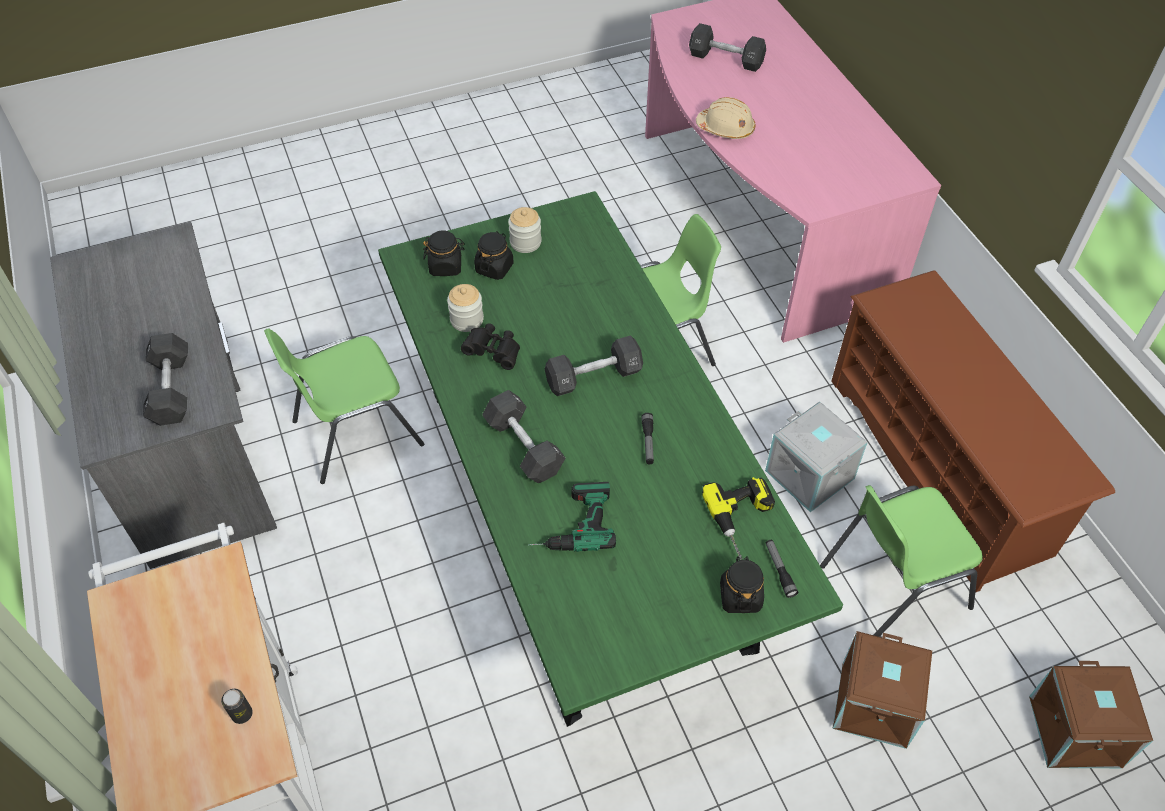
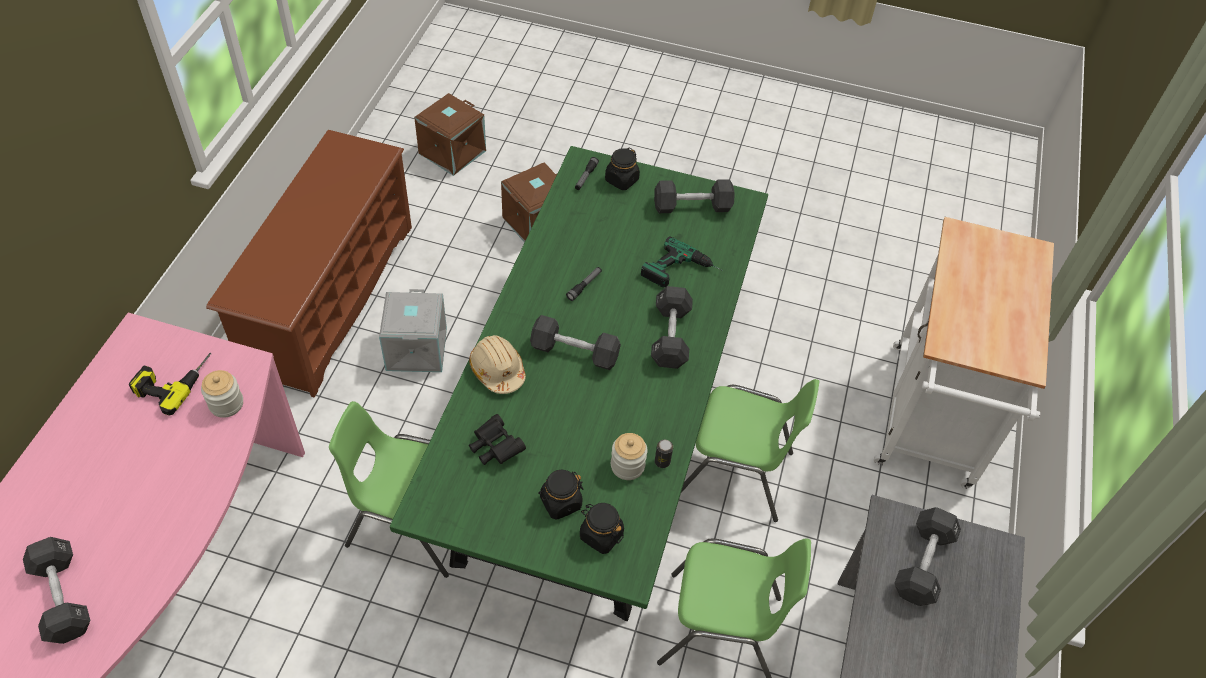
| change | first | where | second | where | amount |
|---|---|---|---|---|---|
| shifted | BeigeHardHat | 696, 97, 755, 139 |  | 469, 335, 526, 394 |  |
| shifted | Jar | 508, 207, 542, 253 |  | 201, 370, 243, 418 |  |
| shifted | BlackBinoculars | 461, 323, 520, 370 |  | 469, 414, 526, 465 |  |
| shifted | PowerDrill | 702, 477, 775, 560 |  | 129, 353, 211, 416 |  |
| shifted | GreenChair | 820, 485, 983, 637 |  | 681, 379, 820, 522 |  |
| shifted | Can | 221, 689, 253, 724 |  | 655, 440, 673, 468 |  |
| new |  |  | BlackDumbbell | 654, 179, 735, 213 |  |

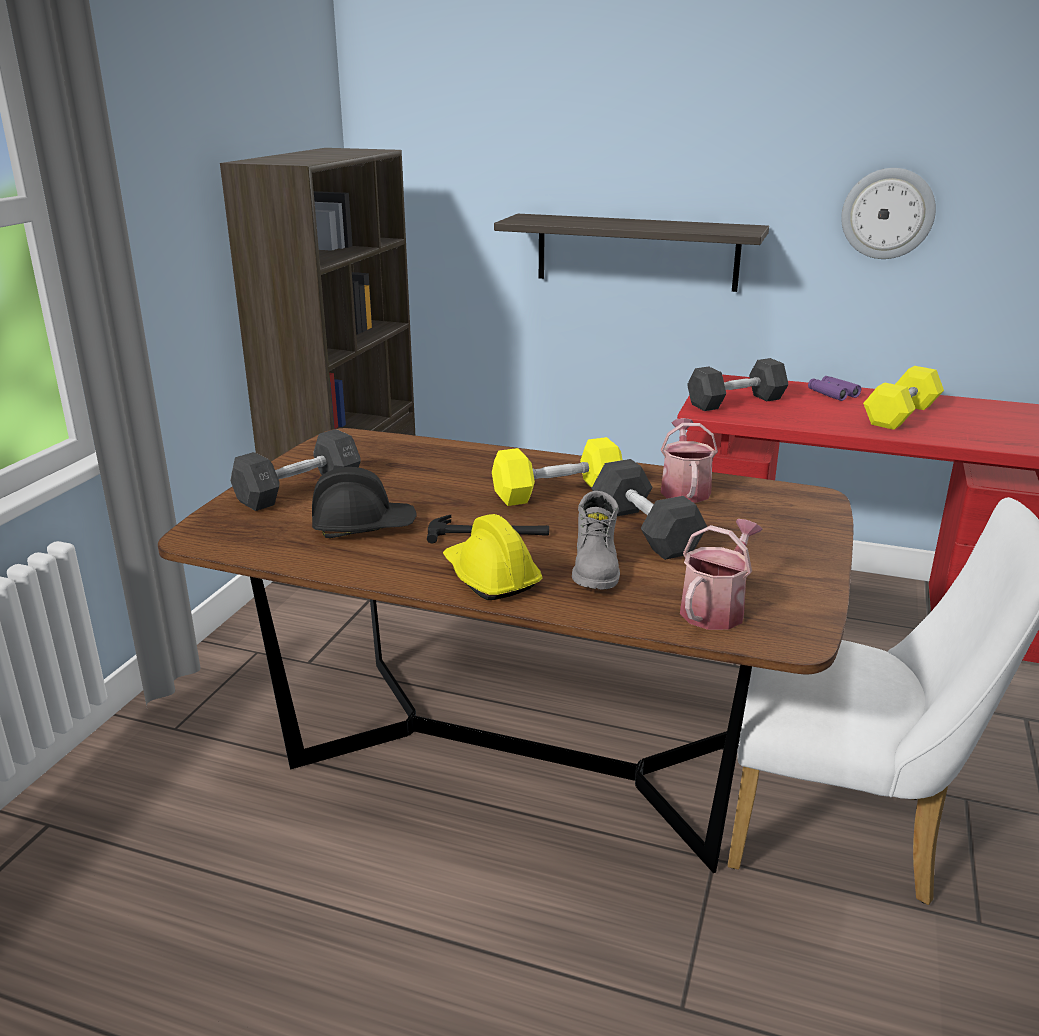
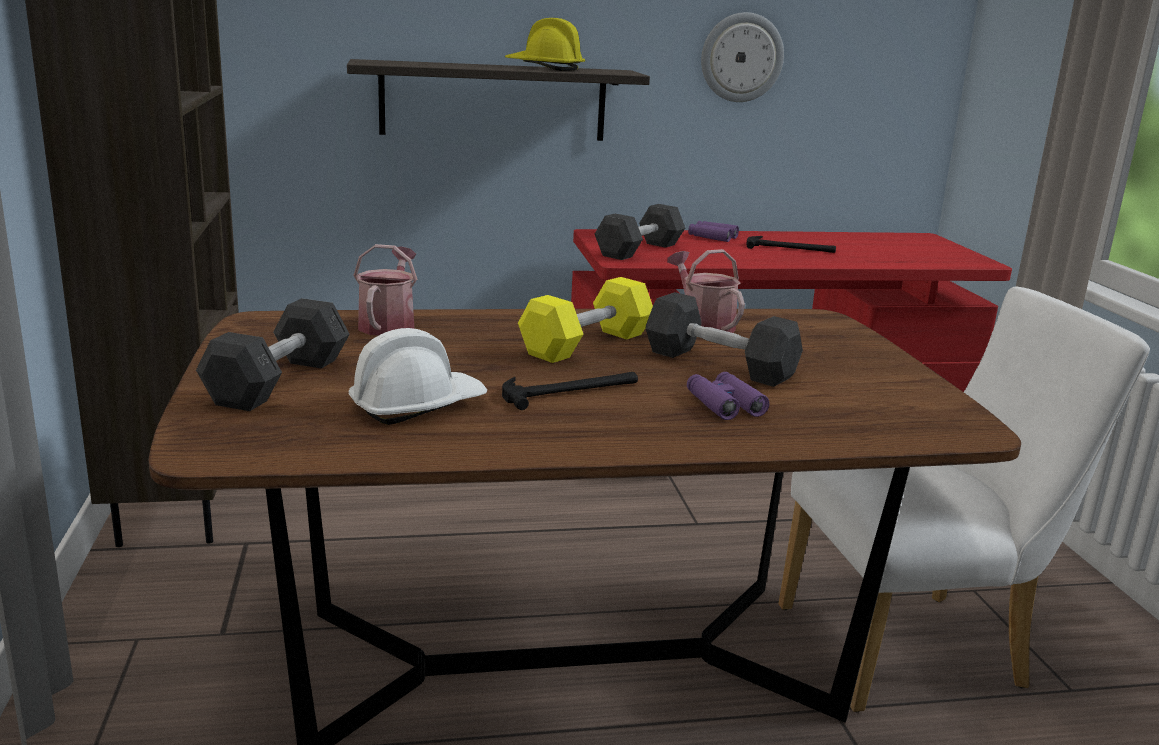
| change | first | where | second | where | amount |
|---|---|---|---|---|---|
| swapped | YellowDumbbell | 863, 366, 944, 430 | Hammer | 746, 236, 836, 253 |  |
| repainted | BlackHardHat | 312, 467, 417, 538 | WhiteHardHat | 348, 328, 487, 425 |  |
| swapped | GreyBoot | 572, 491, 620, 589 | PurpleBinoculars | 687, 372, 769, 420 |  |
| shifted | YellowHardHat | 443, 514, 542, 600 |  | 505, 18, 585, 71 |  |
| shifted | WateringCan | 680, 519, 763, 630 |  | 353, 244, 417, 336 |  |

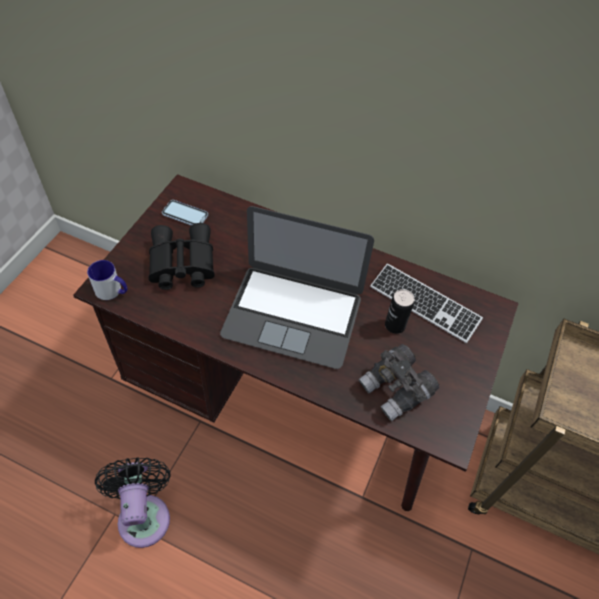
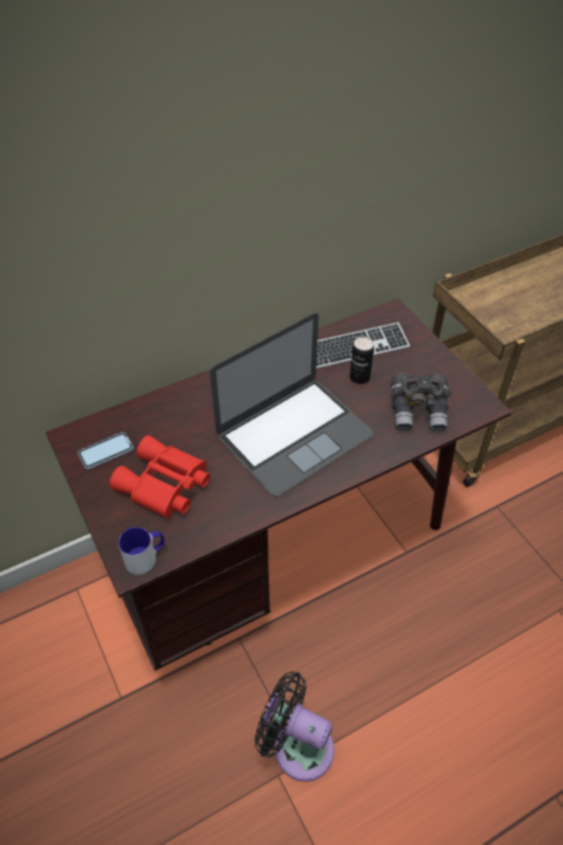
| change | first | where | second | where | amount |
|---|---|---|---|---|---|
| repainted | BlackBinoculars | 149, 223, 215, 290 | RedBinoculars | 109, 435, 210, 519 |  |

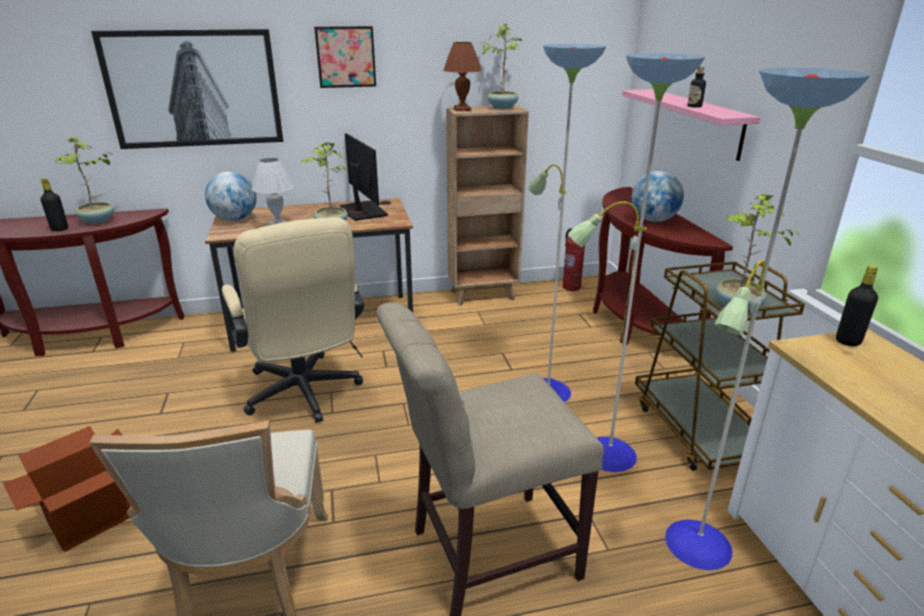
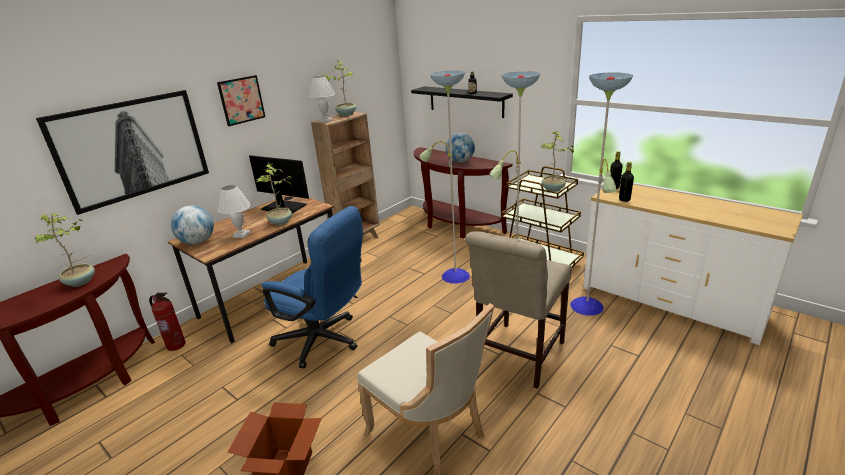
| change | first | where | second | where | amount |
|---|---|---|---|---|---|
| repainted | BrownTableLamp | 443, 42, 482, 111 | WhiteTableLamp | 308, 76, 335, 123 |  |
| repainted | PinkShelf | 622, 89, 760, 161 | BlackShelf | 411, 86, 513, 118 |  |
| shifted | BlackBottle | 40, 178, 68, 231 |  | 619, 162, 634, 202 |  |
| repainted | BeigeOfficeChair | 222, 217, 364, 423 | BlueOfficeChair | 262, 206, 363, 368 |  |
| shifted | FireExtinguisher | 563, 228, 585, 291 |  | 149, 292, 186, 351 |  |

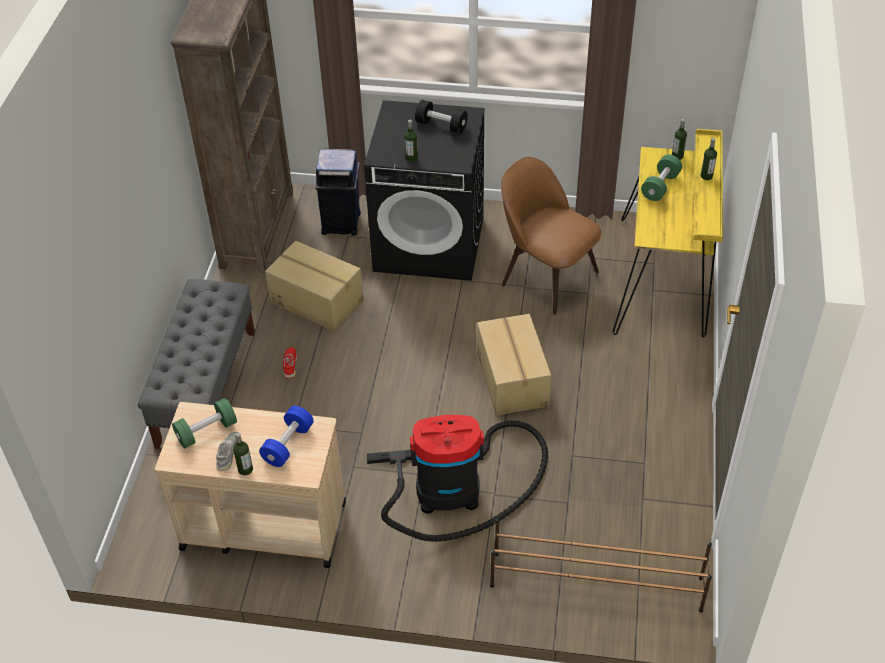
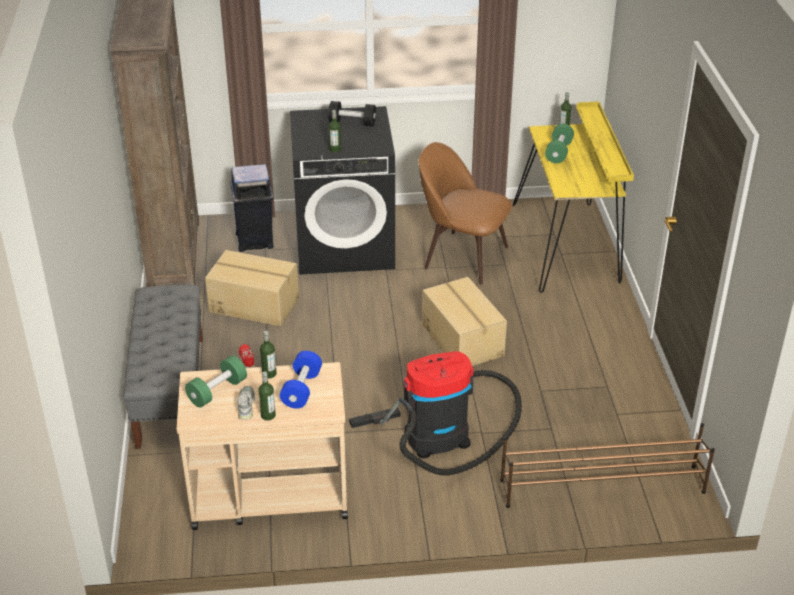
| change | first | where | second | where | amount |
|---|---|---|---|---|---|
| shifted | Bottle | 700, 138, 717, 180 |  | 260, 330, 277, 379 |  |

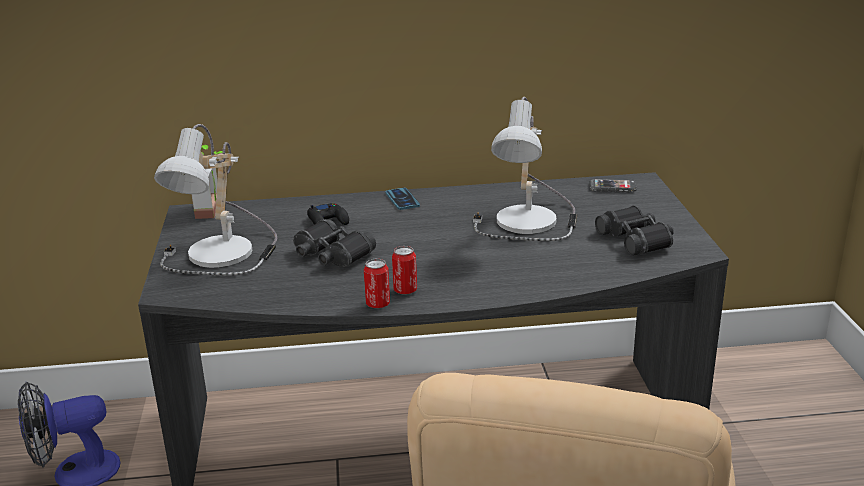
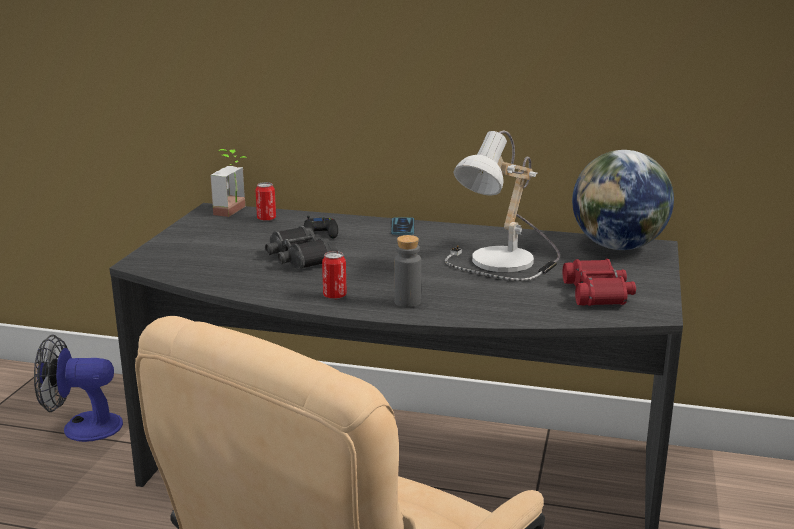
| change | first | where | second | where | amount |
|---|---|---|---|---|---|
| gone | TableLamp | 154, 124, 277, 275 |  |  |  |
| swapped | Phone | 589, 179, 637, 192 | Globe | 572, 150, 674, 250 |  |
| repainted | BlackBinoculars | 595, 205, 674, 256 | RedBinoculars | 563, 259, 636, 306 |  |
| shifted | Can | 364, 259, 390, 309 |  | 255, 182, 276, 221 |  |
| new |  |  | GreyBottle | 394, 235, 421, 308 |  |

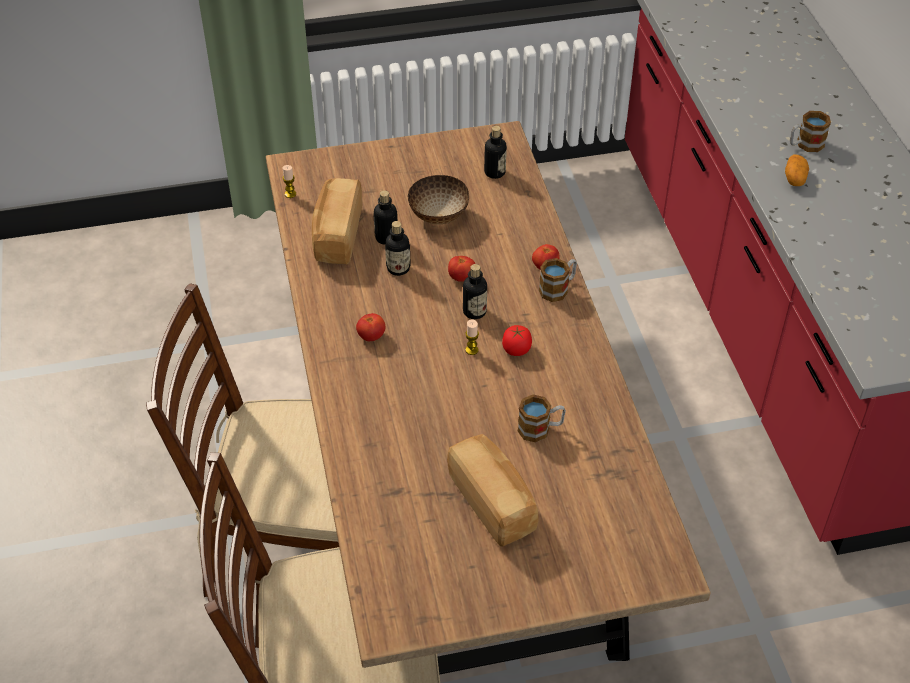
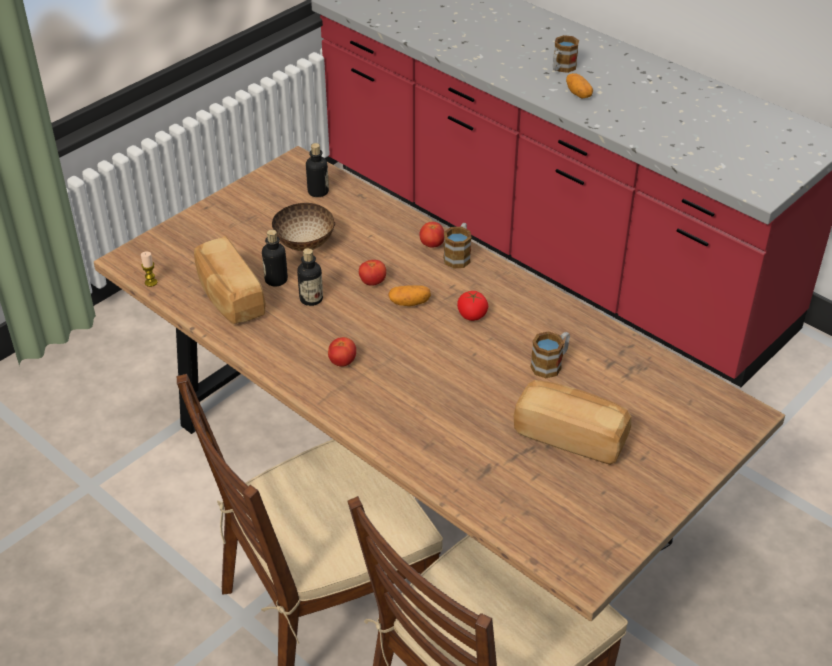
| change | first | where | second | where | amount |
|---|---|---|---|---|---|
| swapped | Bottle | 463, 264, 487, 319 | Potato | 388, 285, 431, 306 |  |
| gone | Candle | 465, 319, 479, 355 |  |  |  |

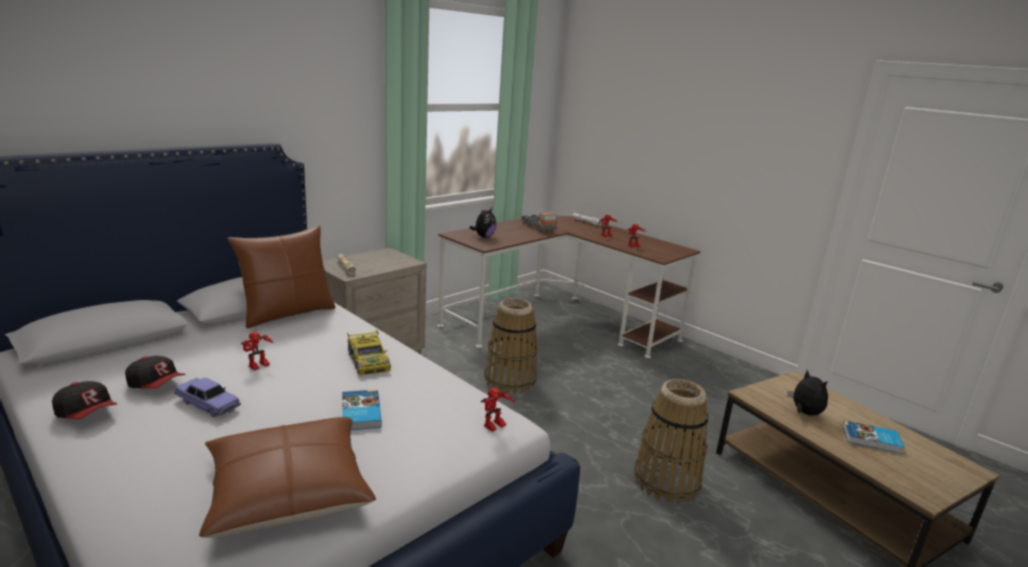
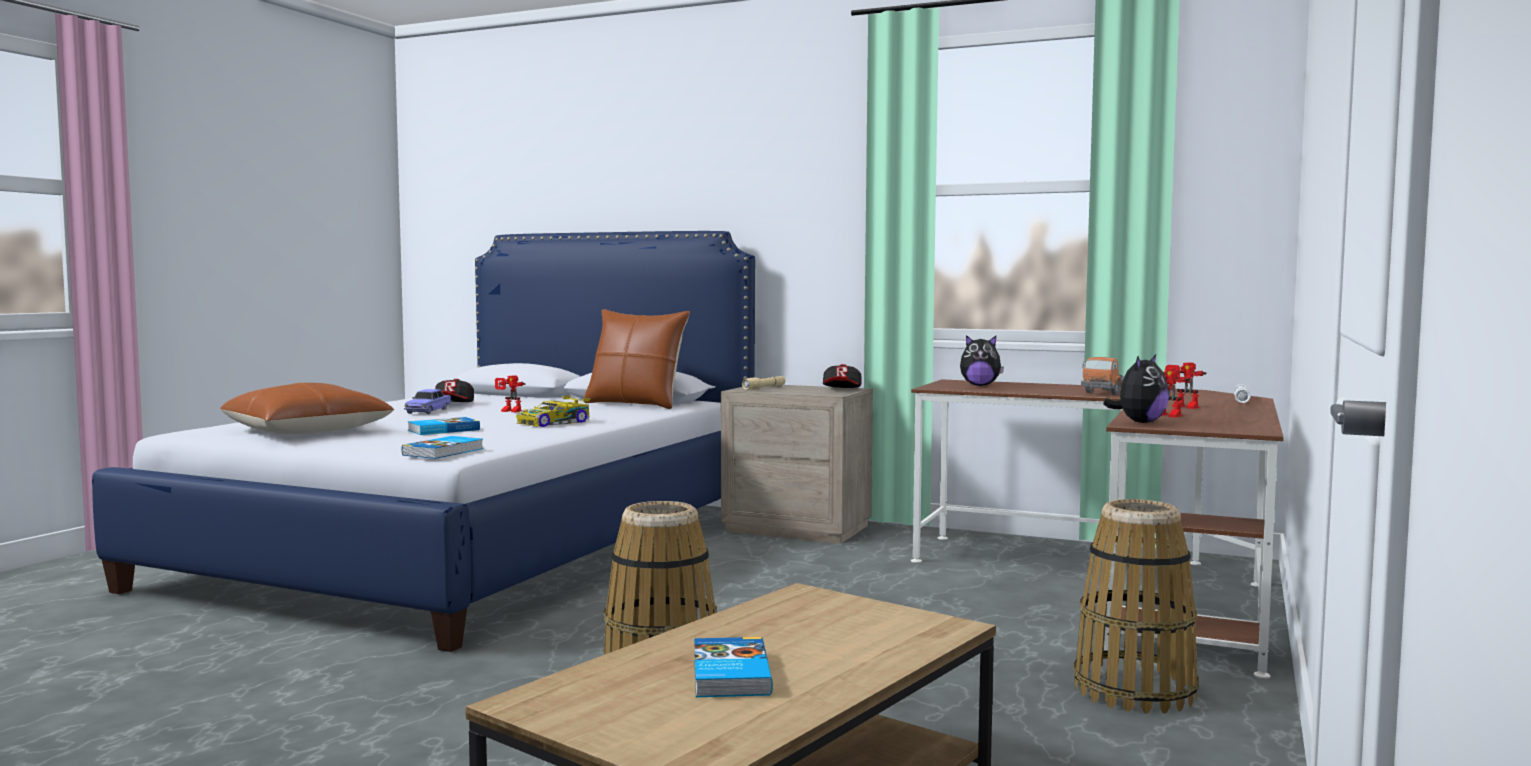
| change | first | where | second | where | amount |
|---|---|---|---|---|---|
| shifted | Basket | 485, 298, 538, 394 |  | 1073, 499, 1199, 714 |  |
| shifted | PlushToy | 787, 370, 828, 415 |  | 1103, 354, 1169, 423 |  |
| shifted | Cap | 52, 381, 117, 419 |  | 823, 364, 862, 388 |  |
| swapped | ToyRobot | 481, 388, 515, 432 | Book | 401, 436, 483, 459 |  |

